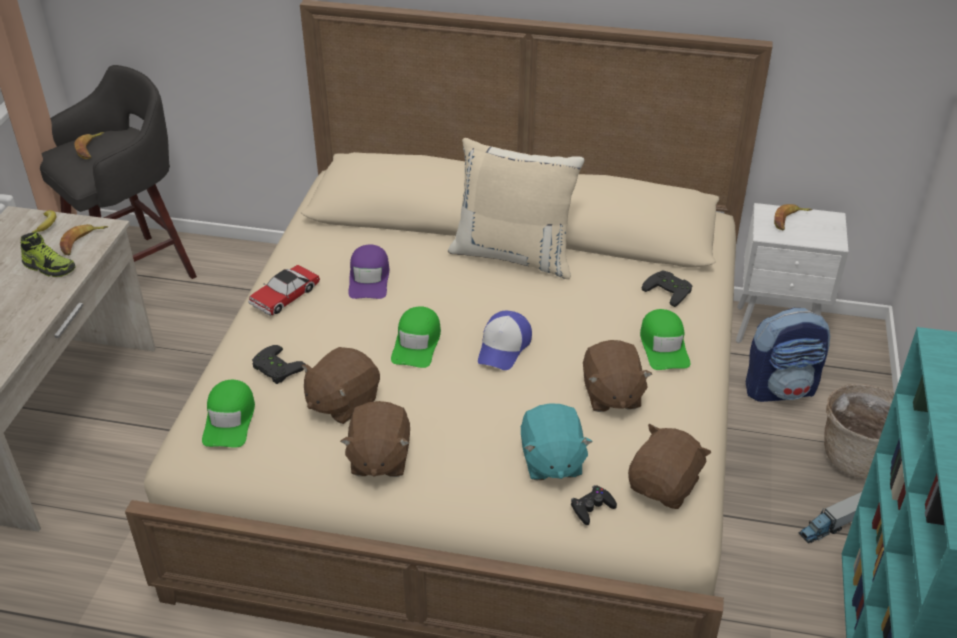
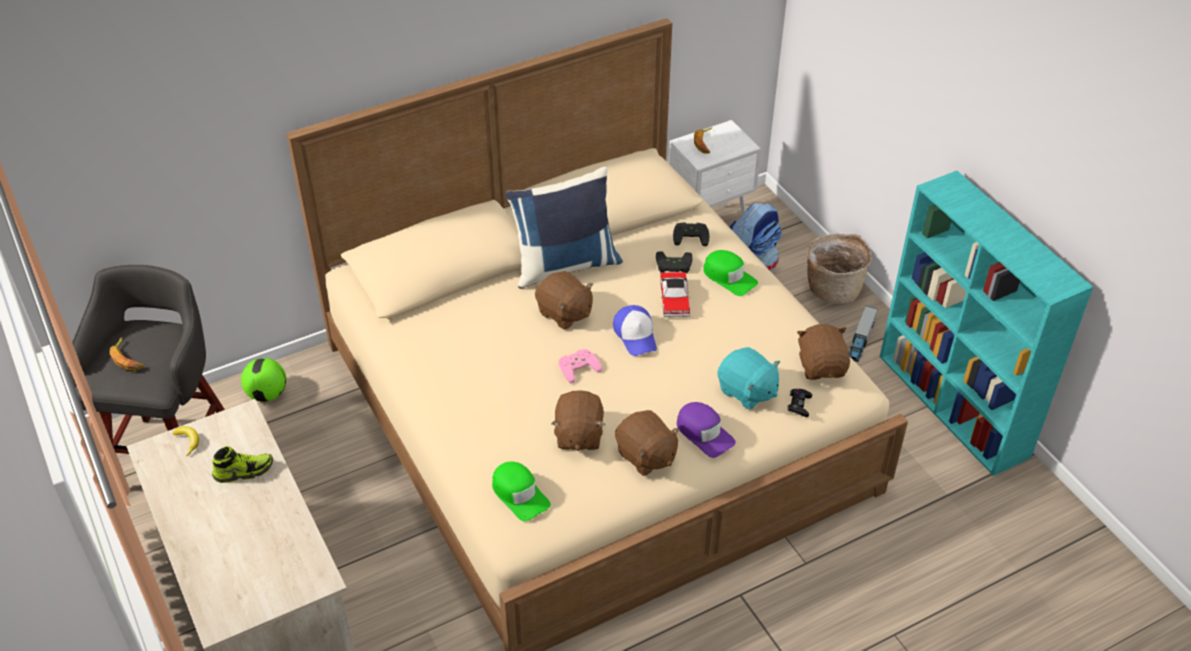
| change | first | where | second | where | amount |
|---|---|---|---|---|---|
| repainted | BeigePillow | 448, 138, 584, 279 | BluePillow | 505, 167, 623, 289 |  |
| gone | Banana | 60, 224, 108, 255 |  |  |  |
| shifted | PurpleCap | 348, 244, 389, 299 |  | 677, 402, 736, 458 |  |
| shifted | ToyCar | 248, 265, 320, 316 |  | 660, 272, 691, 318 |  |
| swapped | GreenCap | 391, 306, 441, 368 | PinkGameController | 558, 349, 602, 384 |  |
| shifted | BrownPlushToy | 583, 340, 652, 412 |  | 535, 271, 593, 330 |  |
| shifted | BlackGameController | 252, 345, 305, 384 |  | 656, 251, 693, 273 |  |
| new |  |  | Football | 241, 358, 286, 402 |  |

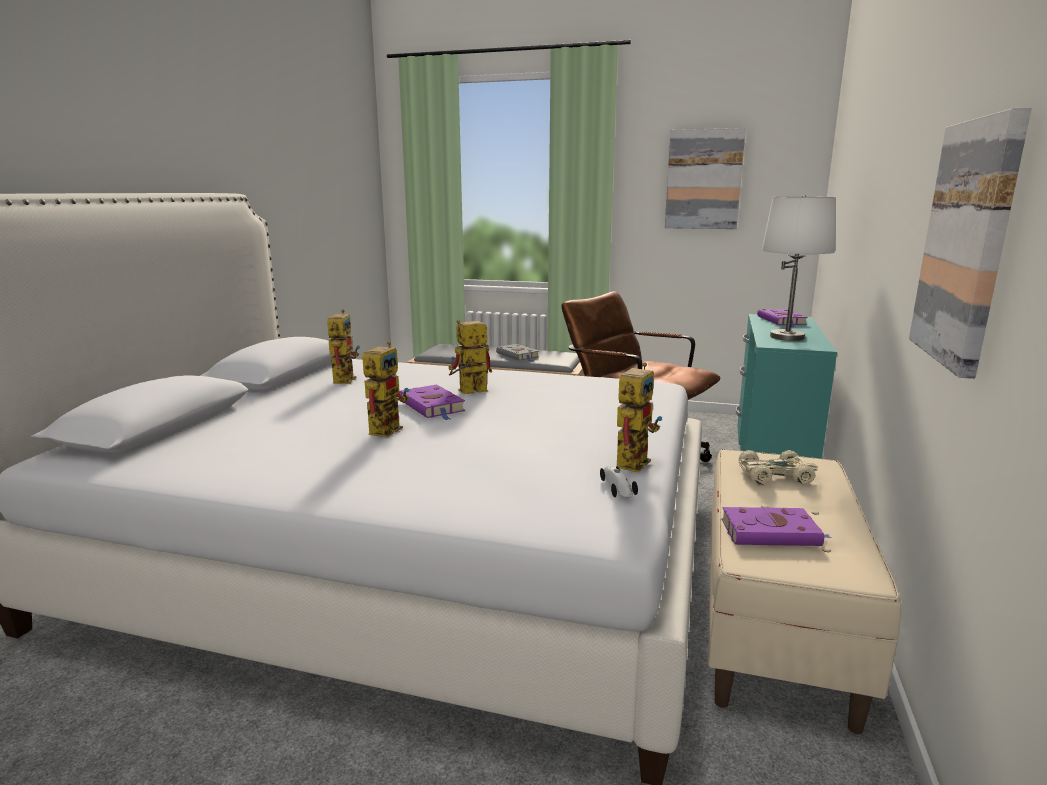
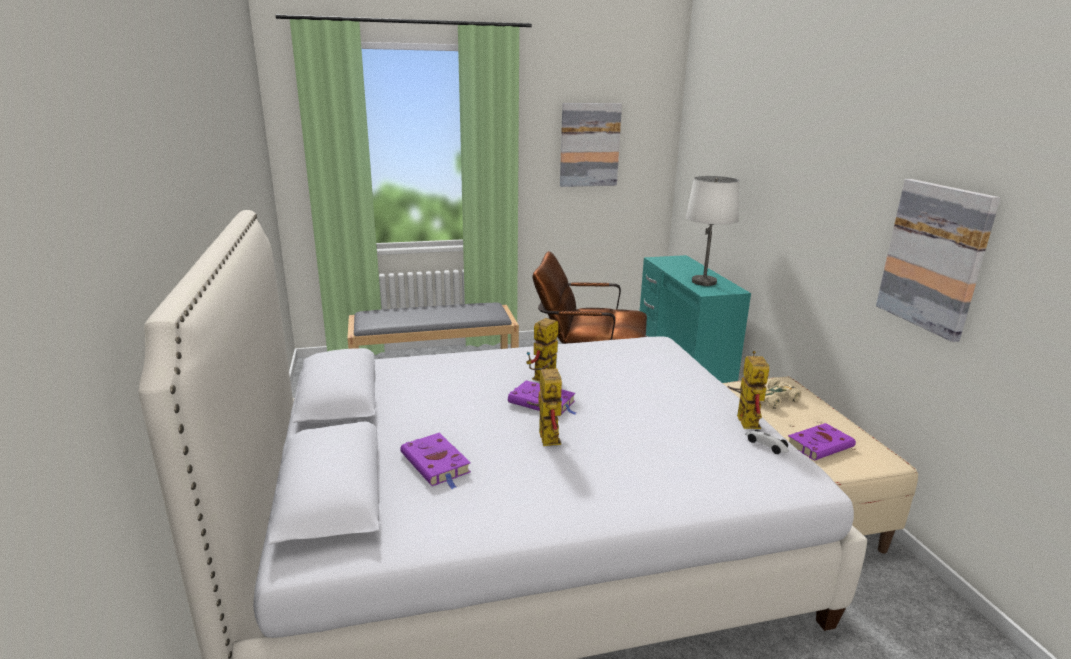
| change | first | where | second | where | amount |
|---|---|---|---|---|---|
| shifted | PurpleBook | 757, 309, 808, 327 |  | 400, 433, 471, 489 |  |
| gone | ToyRobot | 327, 310, 360, 384 |  |  |  |
| gone | GreyBook | 496, 344, 539, 361 |  |  |  |

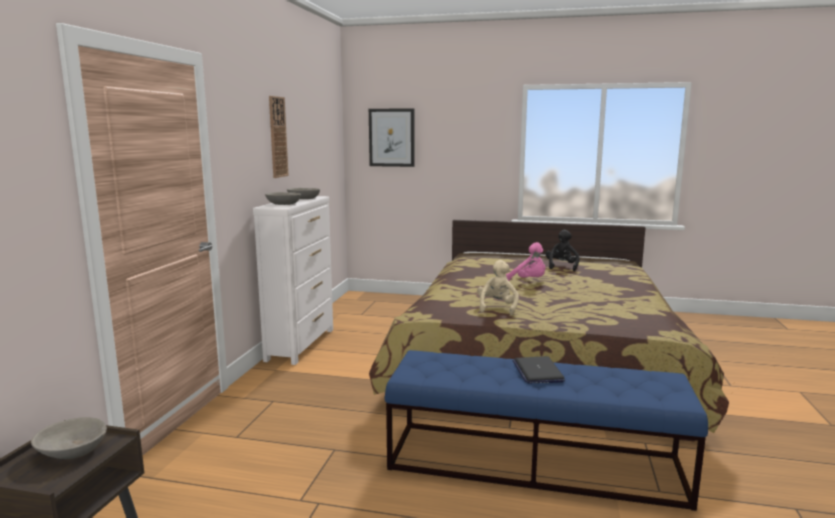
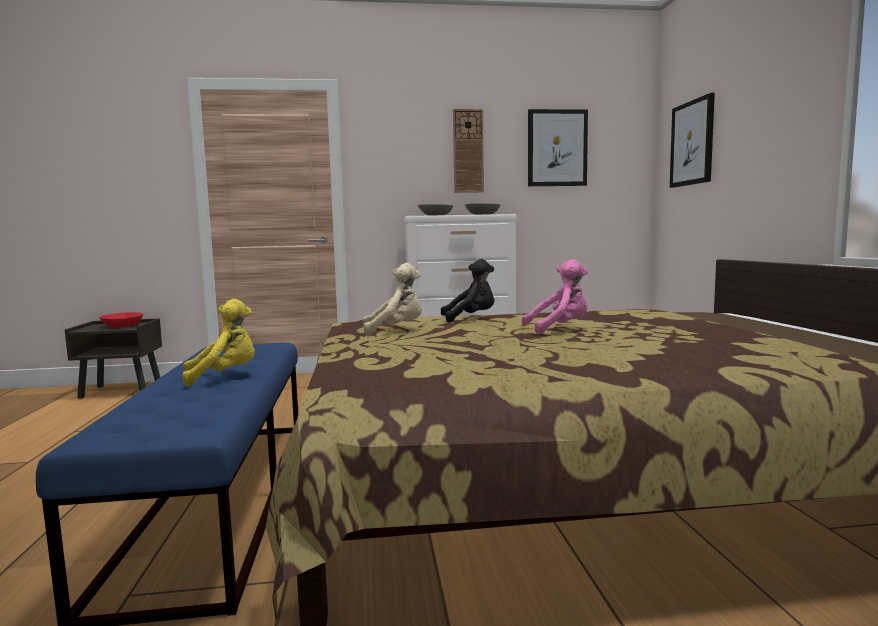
| change | first | where | second | where | amount |
|---|---|---|---|---|---|
| shifted | BlackPlushToy | 546, 230, 579, 272 |  | 441, 259, 495, 323 |  |
| rotated | PinkPlushToy | 506, 242, 546, 281 |  | 522, 259, 588, 335 | 120 degrees counterclockwise |
| swapped | Laptop | 512, 356, 565, 384 | YellowPlushToy | 182, 299, 255, 386 |  |
| repainted | GreyBowl | 31, 417, 107, 459 | RedBowl | 99, 312, 143, 328 |  |
| new |  |  | Picture | 528, 109, 588, 186 |  |

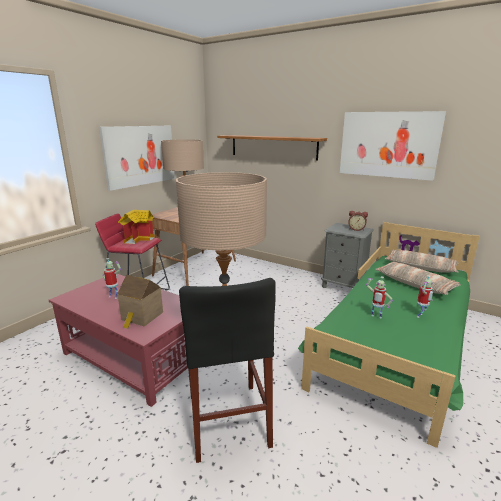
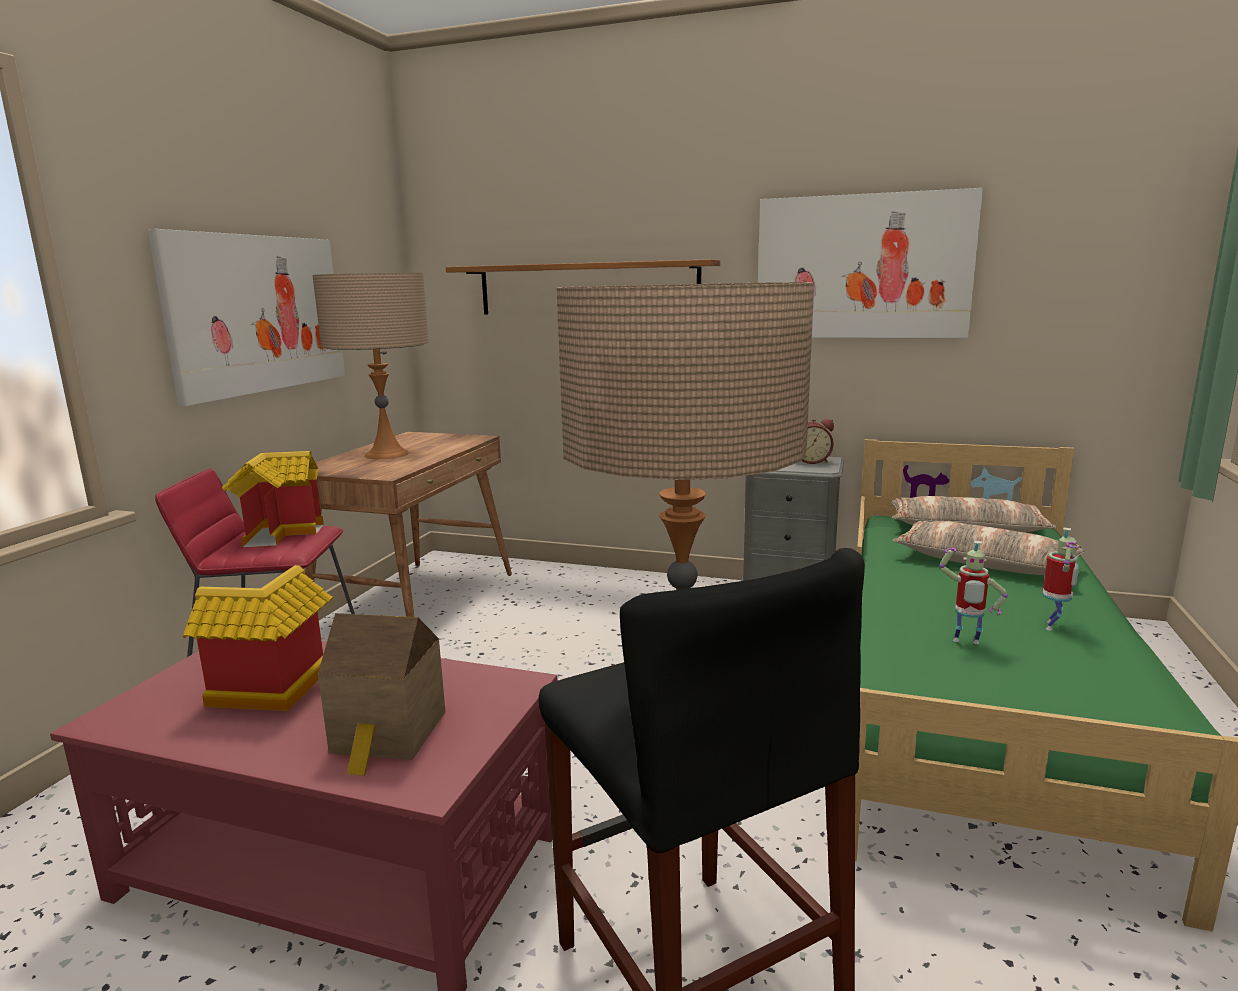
| change | first | where | second | where | amount |
|---|---|---|---|---|---|
| swapped | ToyRobot | 102, 258, 121, 299 | ToyHouse | 183, 565, 333, 711 |  |

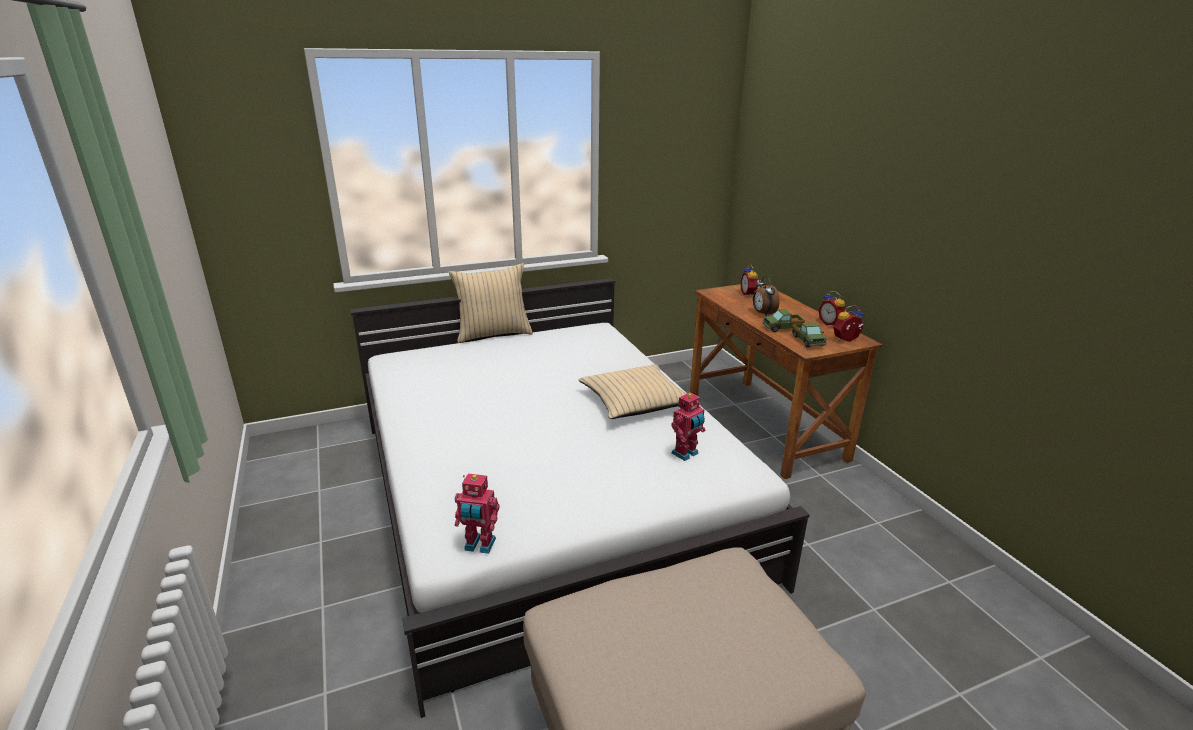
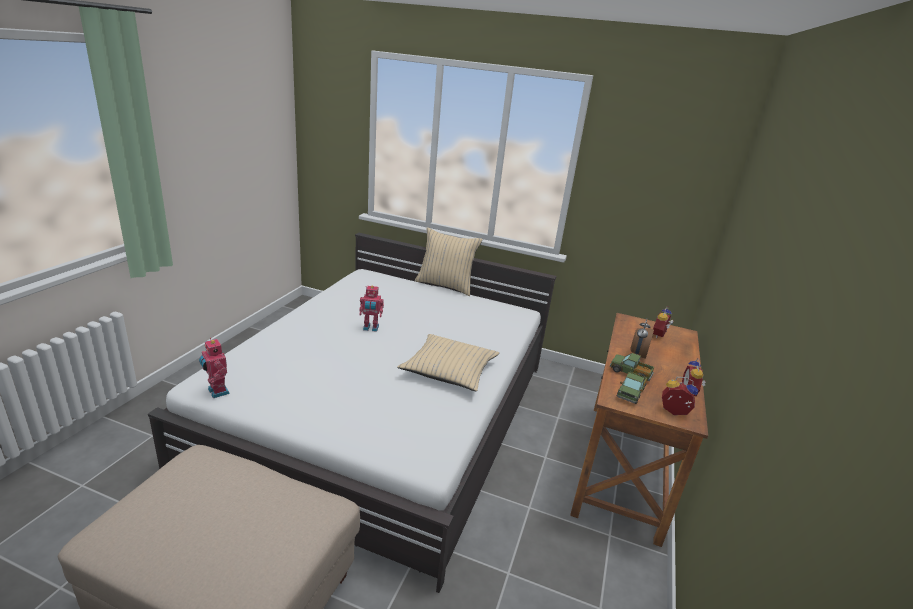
| change | first | where | second | where | amount |
|---|---|---|---|---|---|
| shifted | ToyRobot | 671, 392, 705, 461 |  | 359, 286, 384, 332 |  |

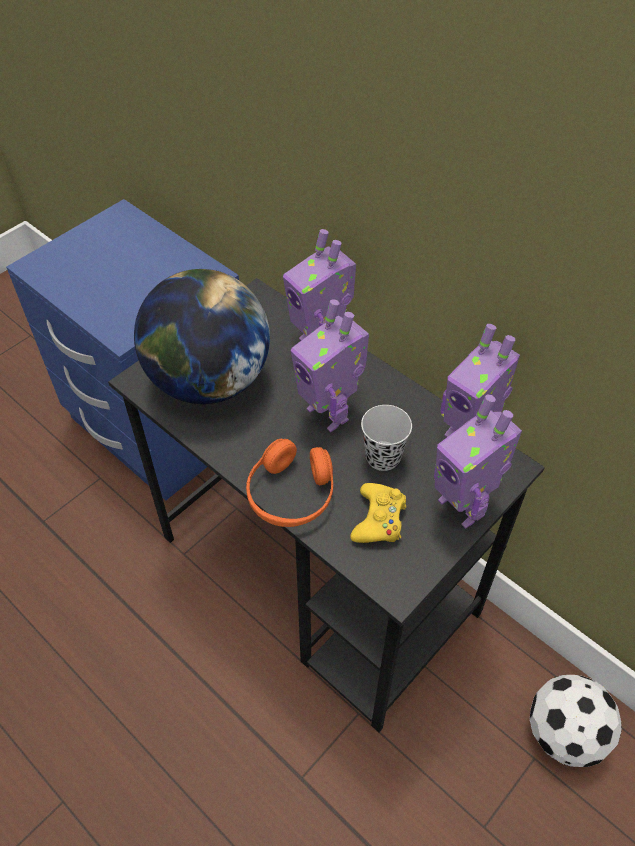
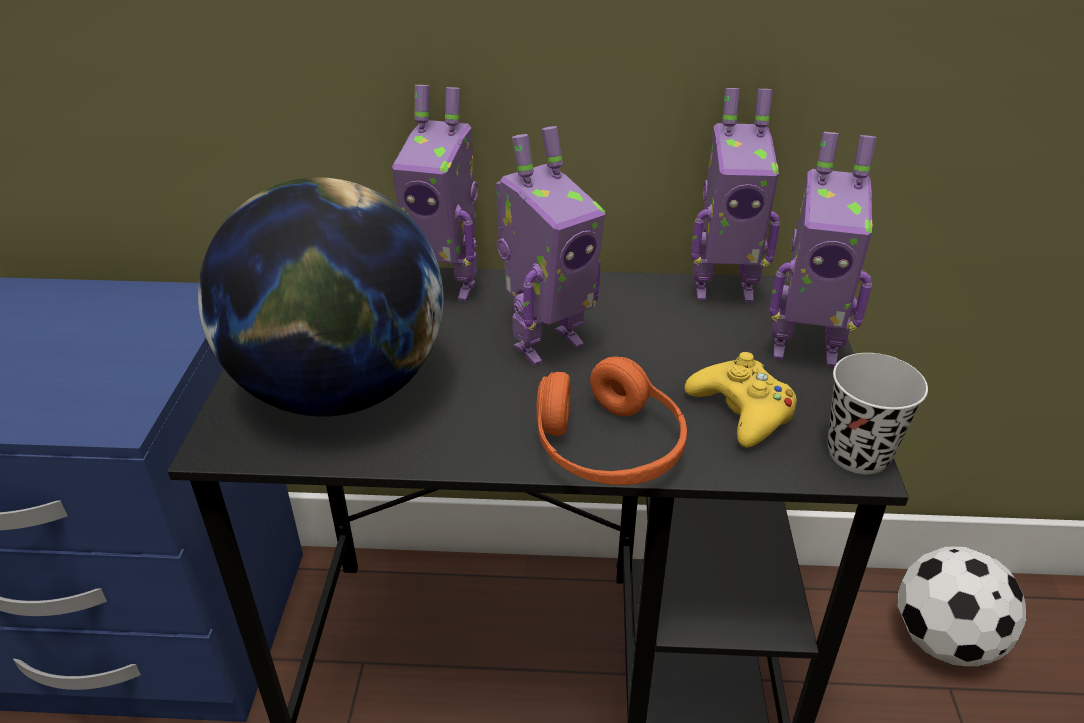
| change | first | where | second | where | amount |
|---|---|---|---|---|---|
| rotated | ToyRobot | 291, 299, 369, 432 |  | 496, 126, 605, 365 | 45 degrees counterclockwise |
| shifted | BlackCup | 361, 405, 412, 471 |  | 827, 353, 928, 474 |  |

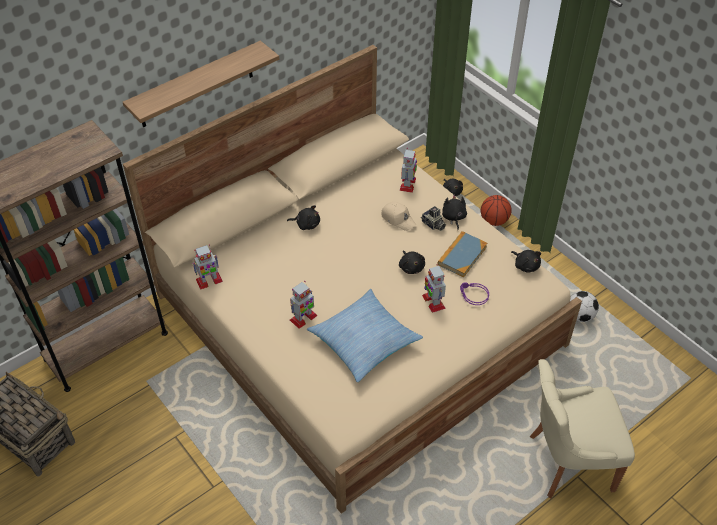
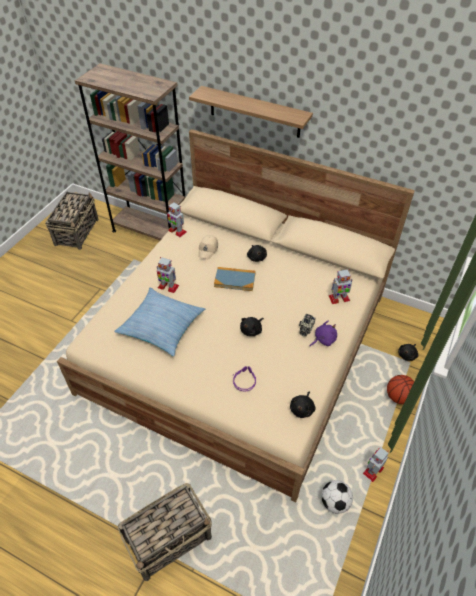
| change | first | where | second | where | amount |
|---|---|---|---|---|---|
| repainted | BlackPlushToy | 442, 195, 467, 230 | PurplePlushToy | 310, 321, 337, 346 |  |
| shifted | BeigeCap | 382, 202, 416, 231 |  | 199, 235, 218, 259 |  |
| shifted | Book | 438, 231, 487, 277 |  | 214, 267, 256, 291 |  |
| shifted | ToyRobot | 422, 264, 446, 313 |  | 363, 447, 389, 482 |  |
| swapped | BeigeChair | 530, 359, 635, 498 | Basket | 117, 483, 212, 581 |  |

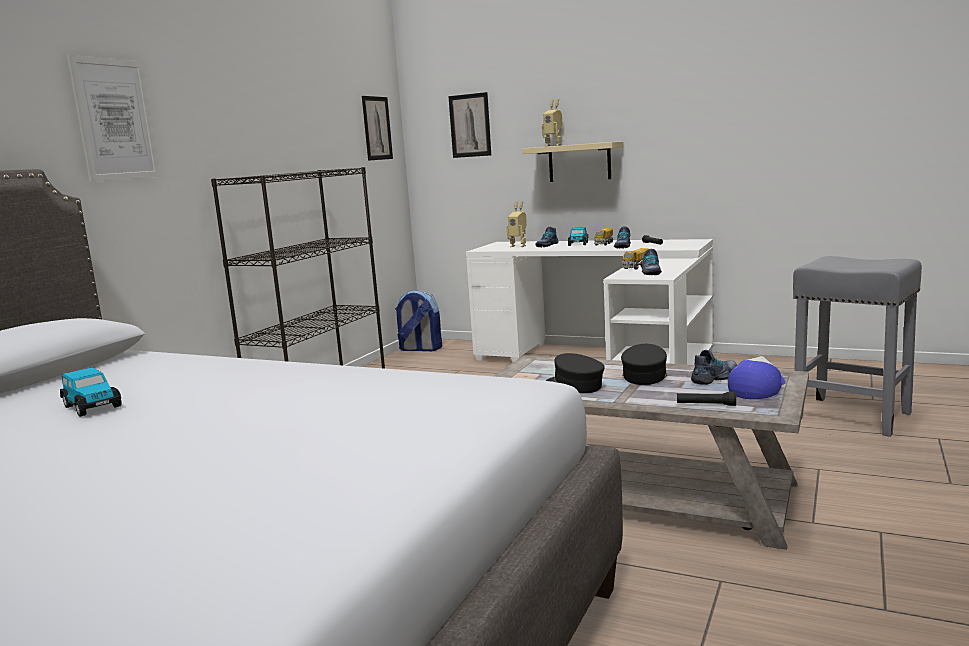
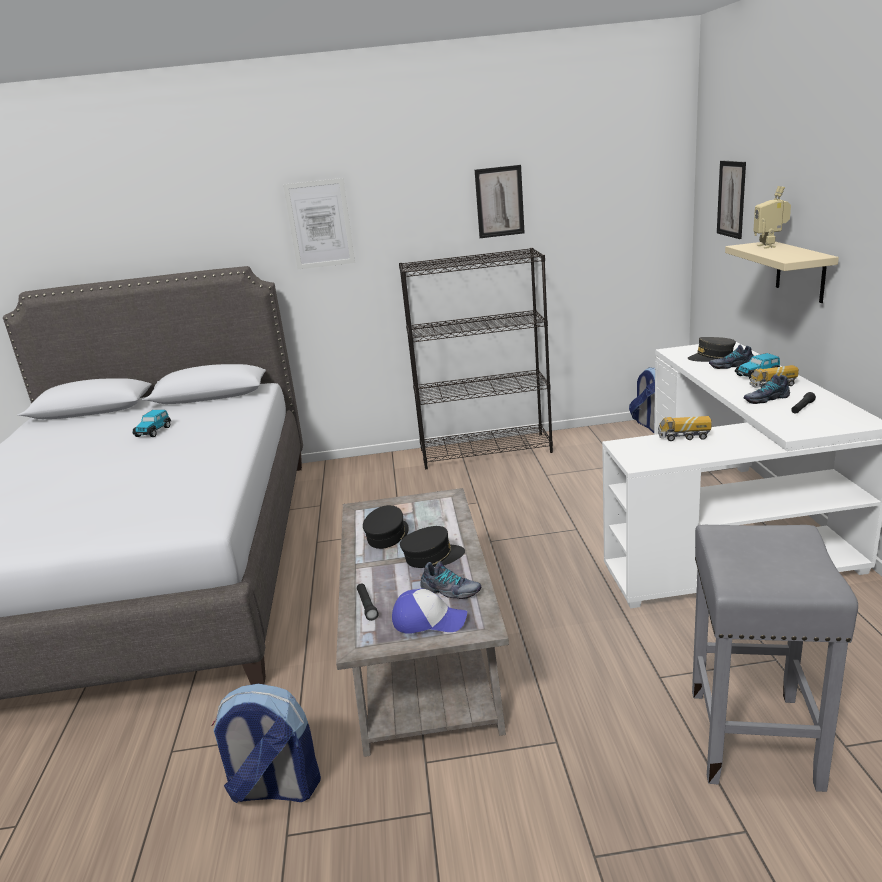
| change | first | where | second | where | amount |
|---|---|---|---|---|---|
| shifted | Picture | 362, 96, 393, 161 |  | 475, 165, 525, 238 |  |
| swapped | ToyRobot | 507, 201, 527, 247 | GreyCap | 688, 337, 736, 362 |  |
| gone | Shoe | 642, 249, 662, 275 |  |  |  |
| new |  |  | Backpack | 212, 684, 321, 803 |  |

